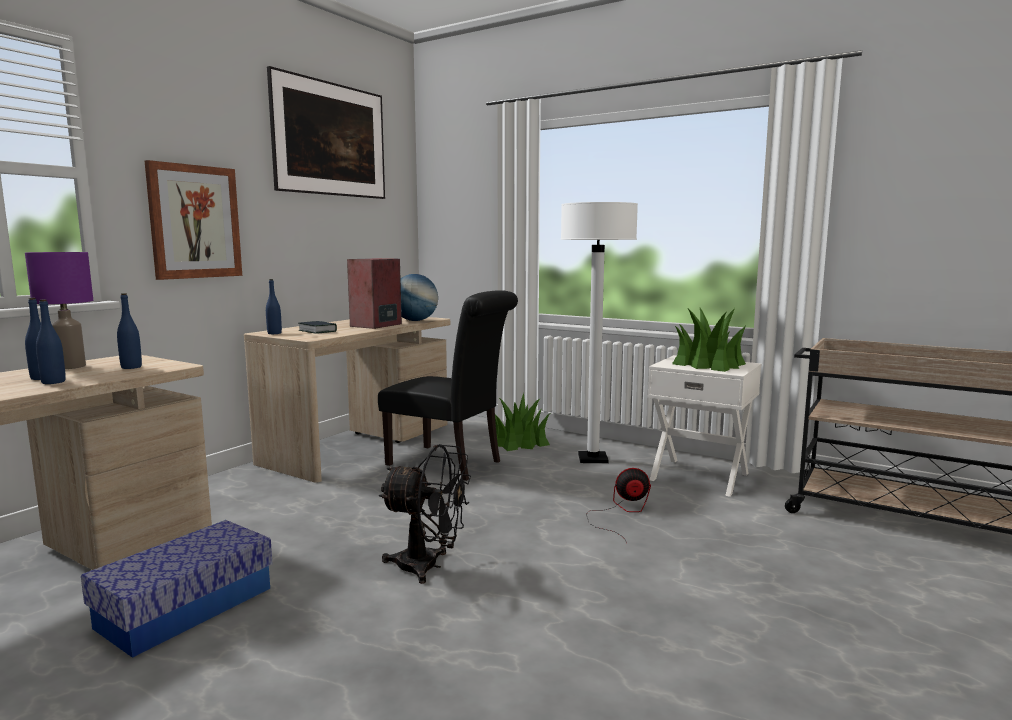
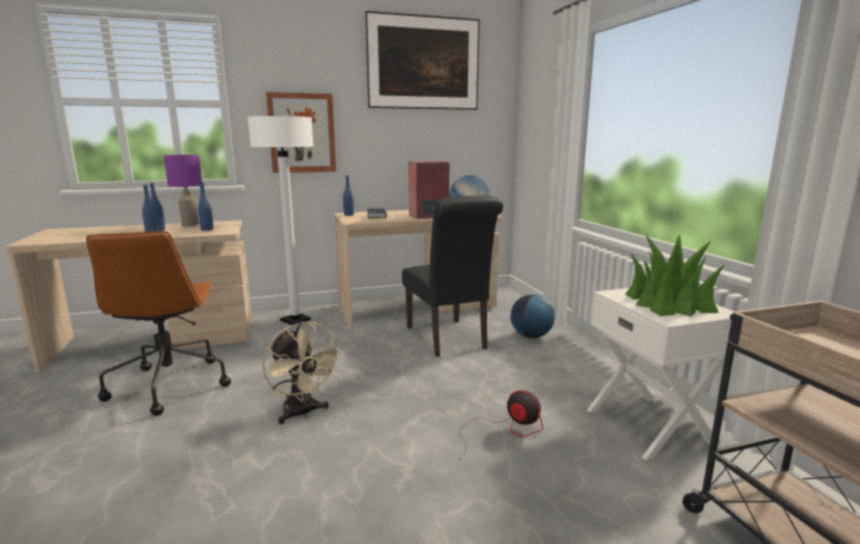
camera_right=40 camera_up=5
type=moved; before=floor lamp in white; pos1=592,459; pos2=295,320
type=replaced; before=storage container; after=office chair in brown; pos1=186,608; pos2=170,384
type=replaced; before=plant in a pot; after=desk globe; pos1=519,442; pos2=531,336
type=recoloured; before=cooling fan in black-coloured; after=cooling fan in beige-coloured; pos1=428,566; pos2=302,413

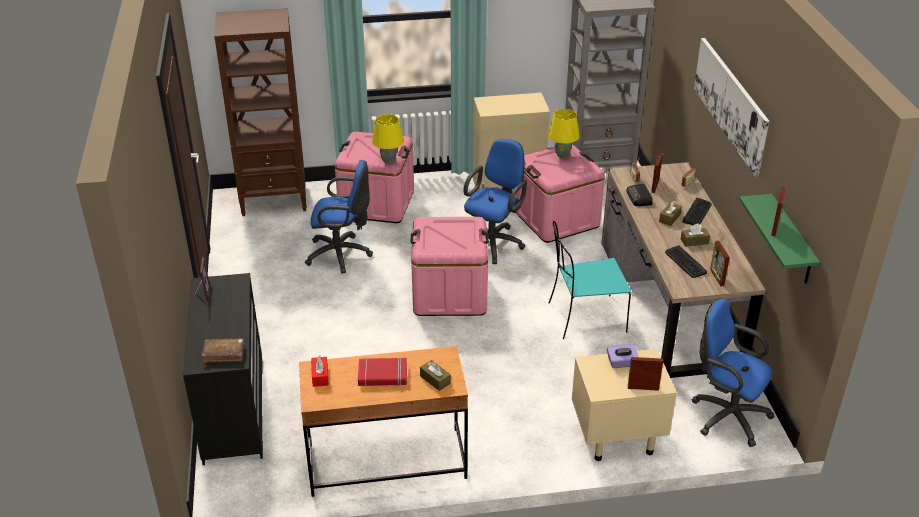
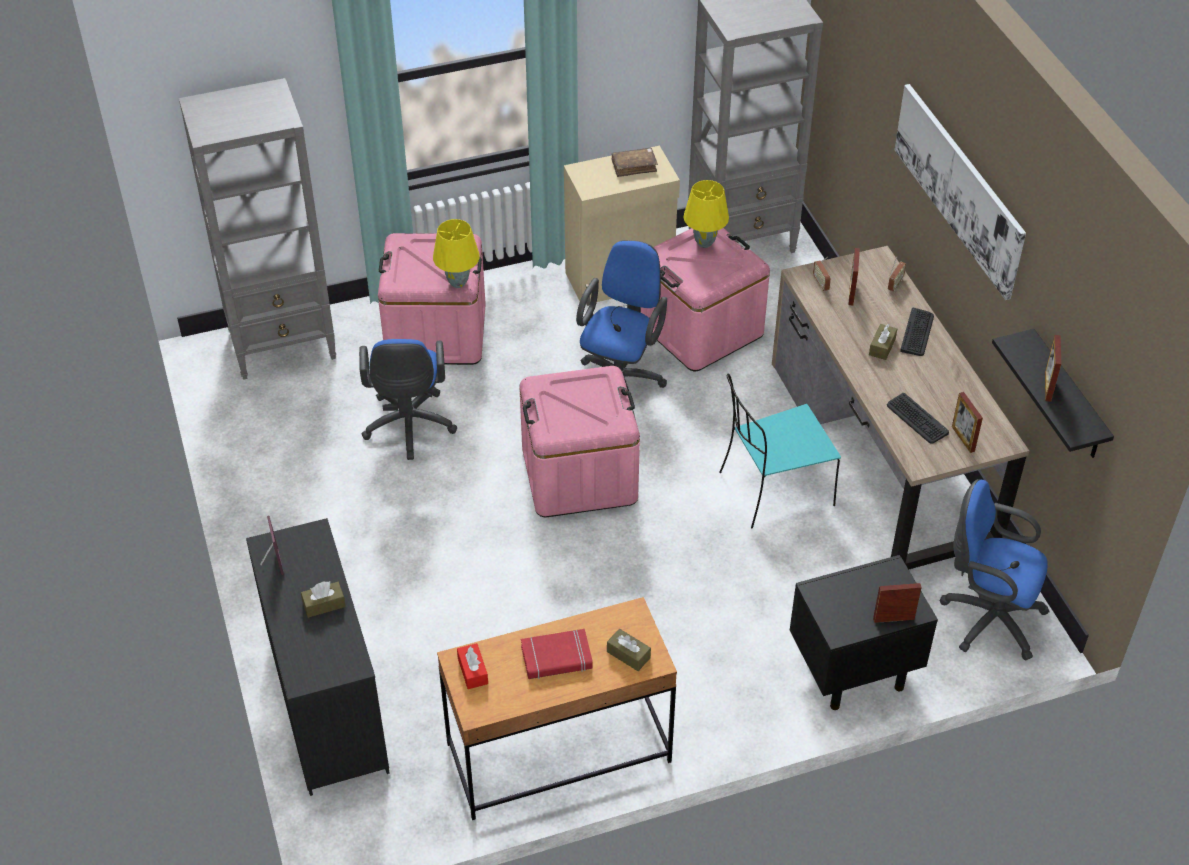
camera_right=-10 camera_up=10
type=removed; before=tissue holder in purplish; pos1=621,363
type=removed; before=radio receiver; pos1=639,198
type=moved; before=book in brown; pos1=224,354; pos2=634,166
type=moved; before=tissue holder in brown; pos1=694,241; pos2=324,604
type=recoloured; before=bookshelf in brown; after=bookshelf in greyish; pos1=275,200; pos2=283,345
type=recoloured; before=bedside table in beige-coloured; after=bedside table in black-coloured; pos1=616,437; pos2=851,671
type=recoloured; before=wall shelf in green; after=wall shelf in black-coloured; pos1=791,241; pos2=1068,398
type=turned; before=office chair in bluish; pos1=342,254; pos2=409,428; turn=90

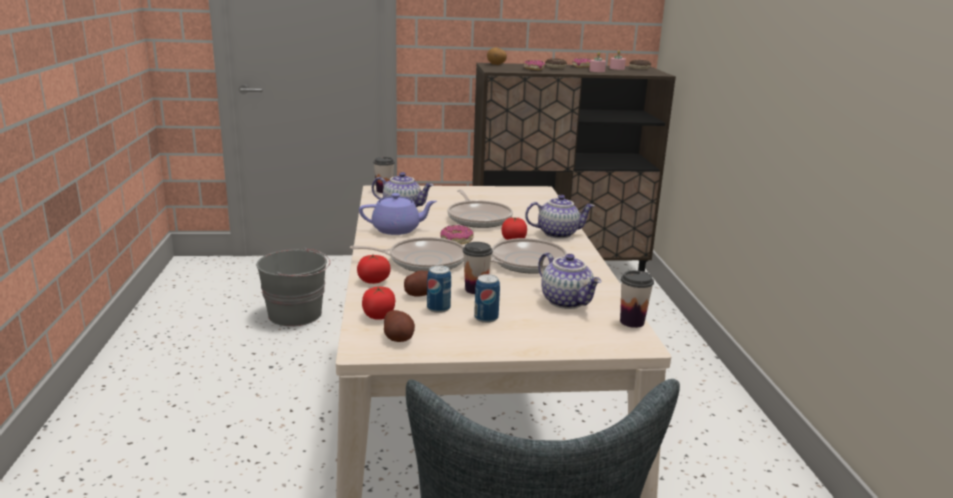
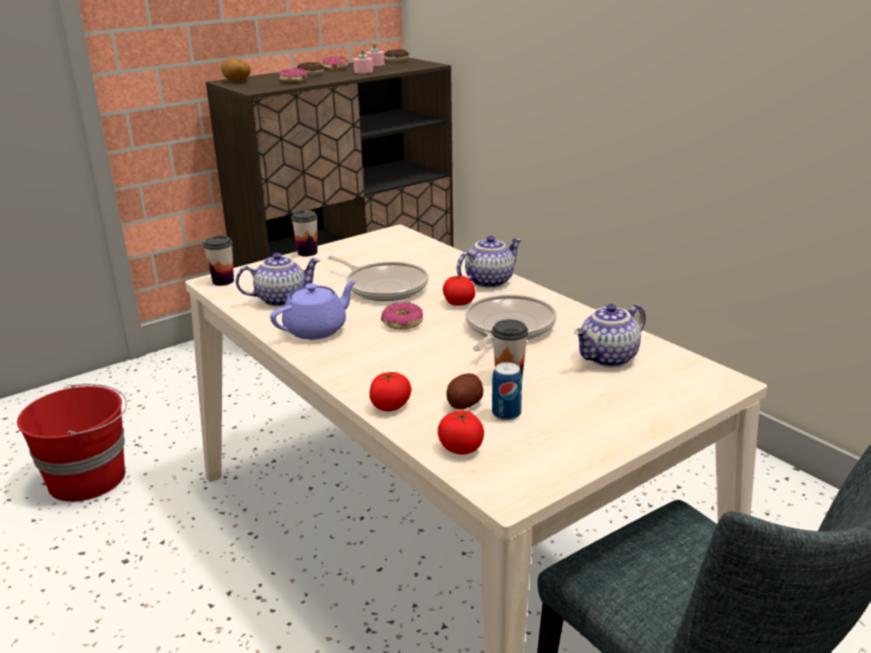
camera_right=-30 camera_up=5
type=removed; before=skillet; pos1=423,261
type=removed; before=potato; pos1=398,338
type=removed; before=metal can; pos1=486,318
type=moved; before=small cup; pos1=632,322; pos2=307,252
type=recoloured; before=water bucket in greyish; after=water bucket in reddish; pos1=296,314; pos2=89,478
type=turned; before=tea pot; pos1=567,301; pos2=609,359; turn=120

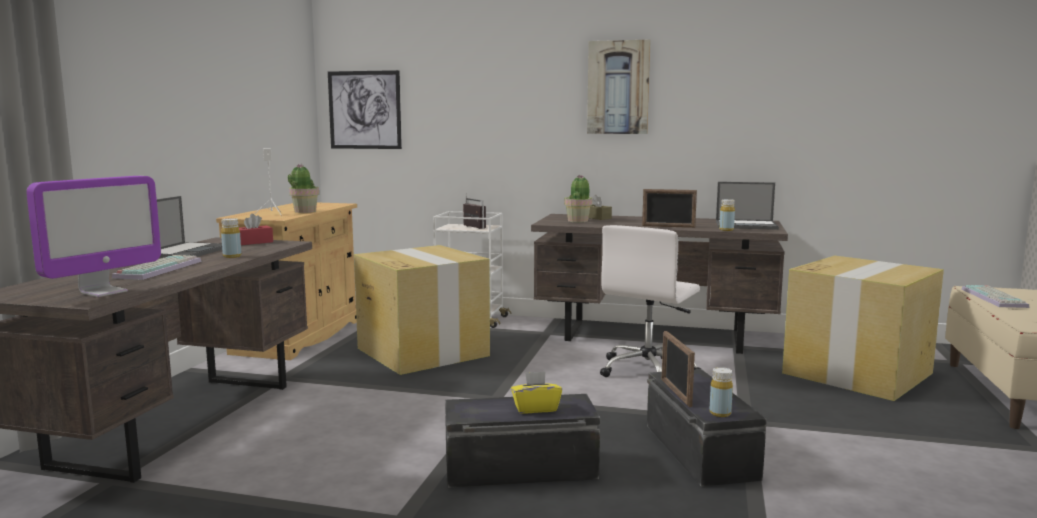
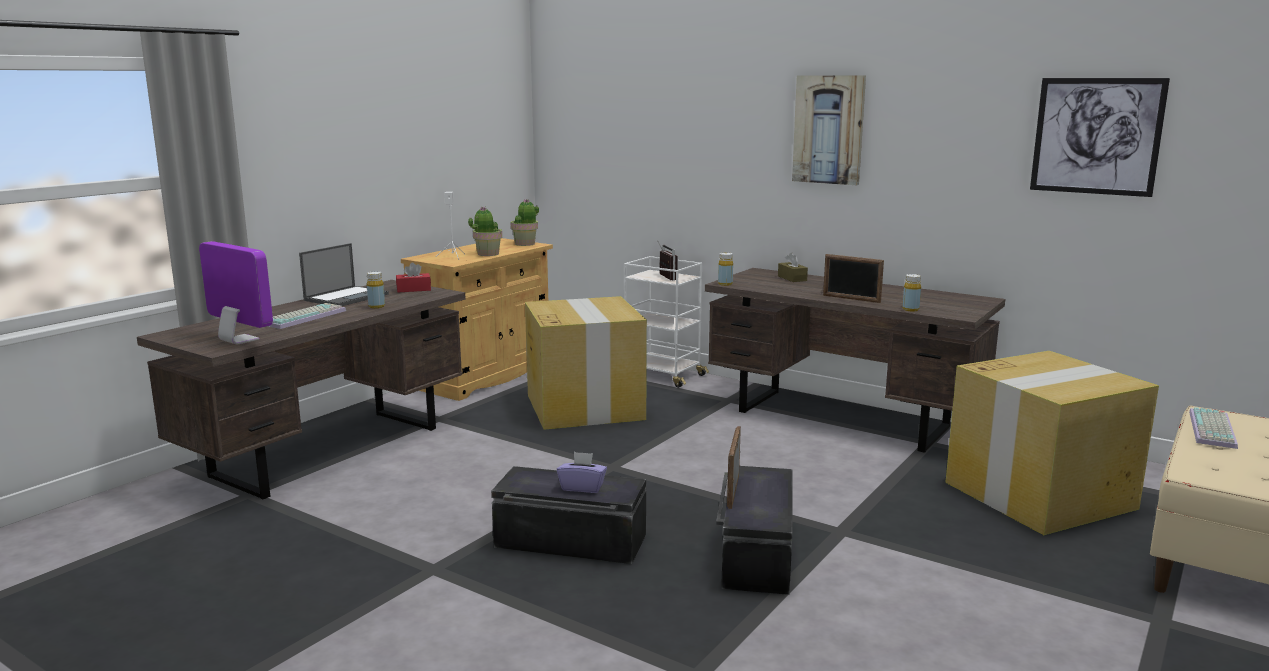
camera_right=20 camera_up=5
type=removed; before=office chair in white; pos1=648,370
type=removed; before=laptop; pos1=747,225
type=moved; before=wall picture; pos1=364,110; pos2=1096,136
type=moved; before=plant in a pot; pos1=578,221; pos2=525,244
type=moved; before=beverage bottle in yellowish; pos1=720,413; pos2=725,284
type=recoloured; before=tissue holder in yellowish; after=tissue holder in purplish; pos1=535,408; pos2=582,487
type=turned; before=computer screen; pos1=103,292; pos2=239,340; turn=-105

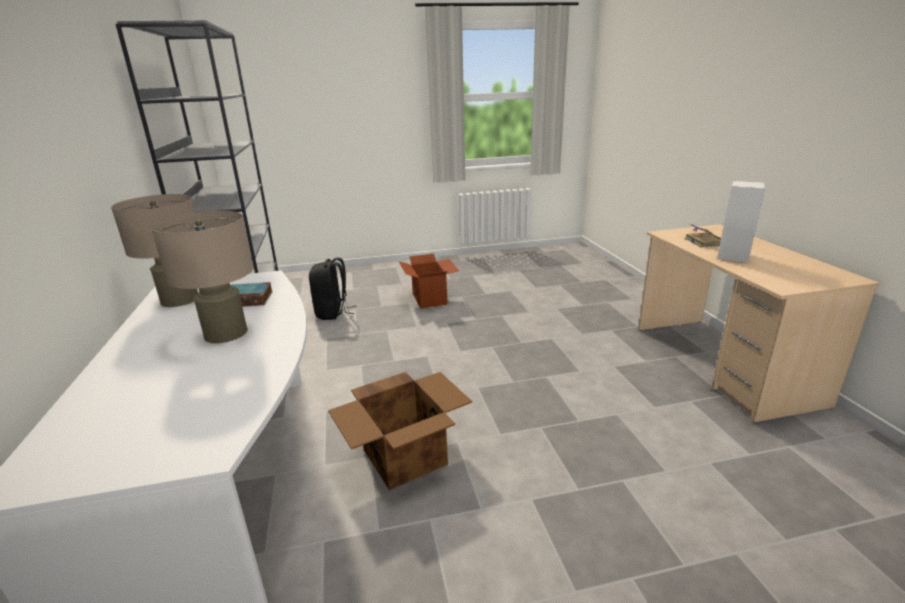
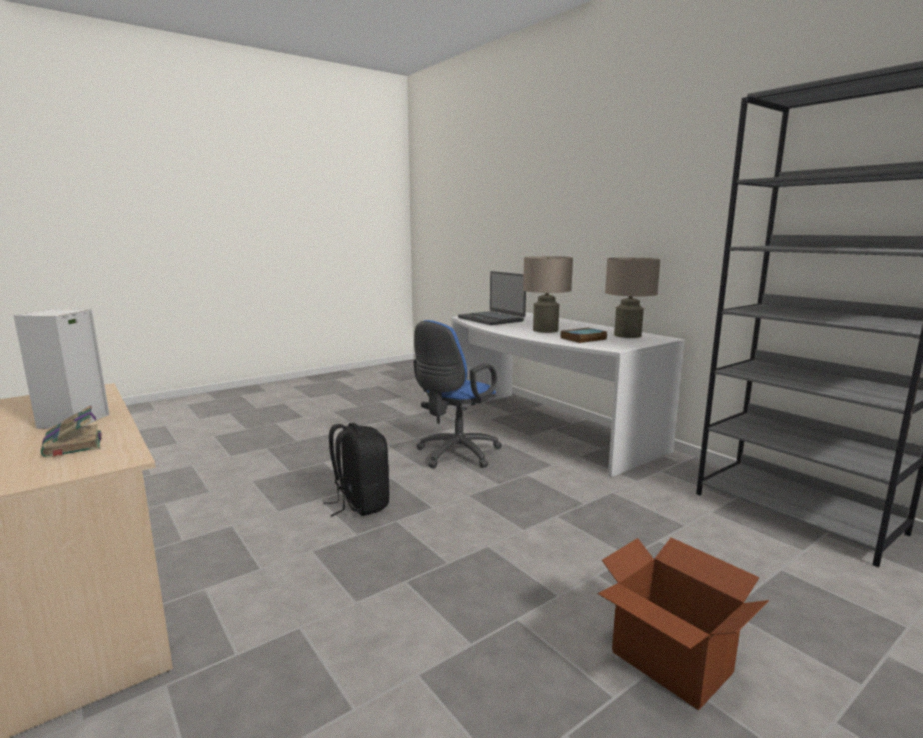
camera_right=155 camera_up=-10
type=added; after=laptop; pos2=491,319
type=moved; before=rucksack in black-coloured; pos1=333,313; pos2=360,504
type=replaced; before=packing box; after=office chair in bluish; pos1=406,456; pos2=455,455

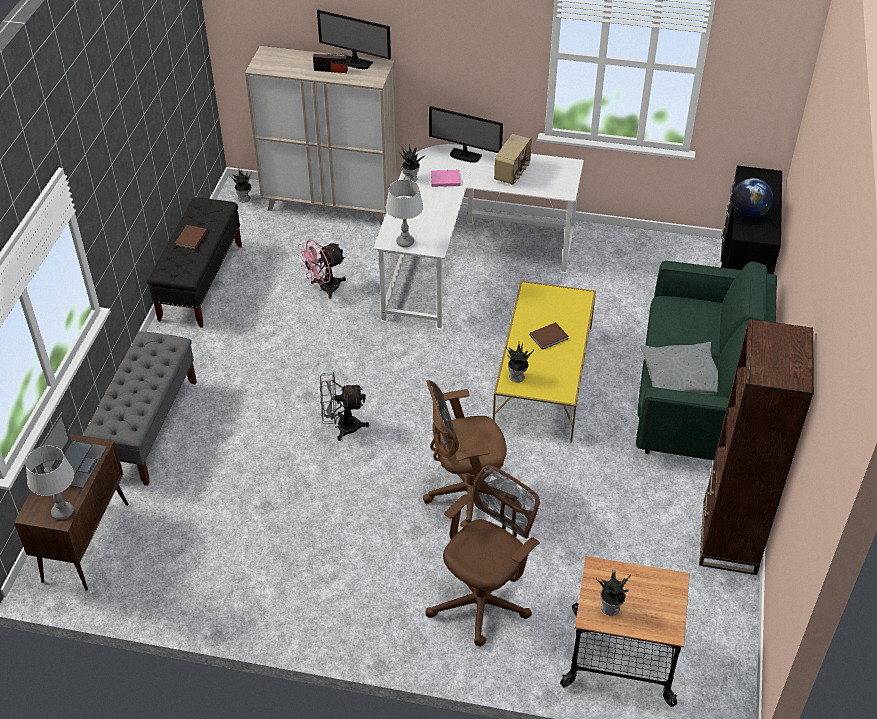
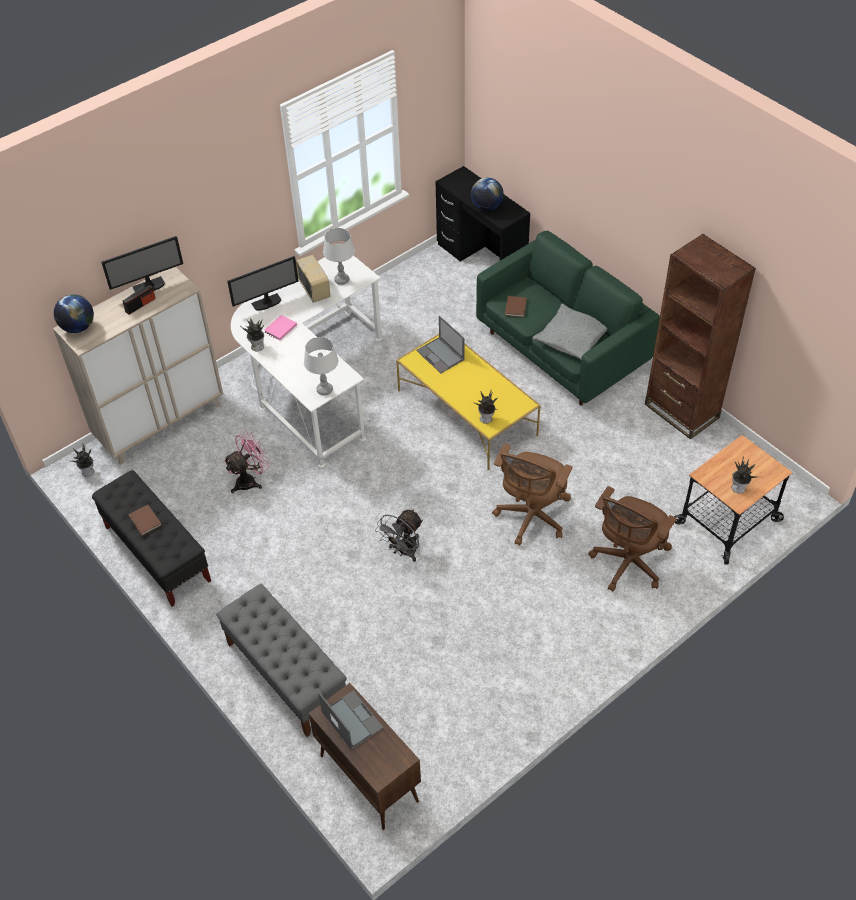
camera_right=-50 camera_up=5
type=added; after=desk globe; pos2=78,327
type=added; after=laptop; pos2=441,355
type=moved; before=table lamp in greyish; pos1=62,512; pos2=342,280
type=moved; before=book in brown; pos1=549,337; pos2=516,307
type=turned; before=cooling fan in pink-coloured; pos1=324,288; pos2=250,480; turn=-135
type=turned; before=office chair in brown; pos1=484,600; pos2=627,564; turn=-135

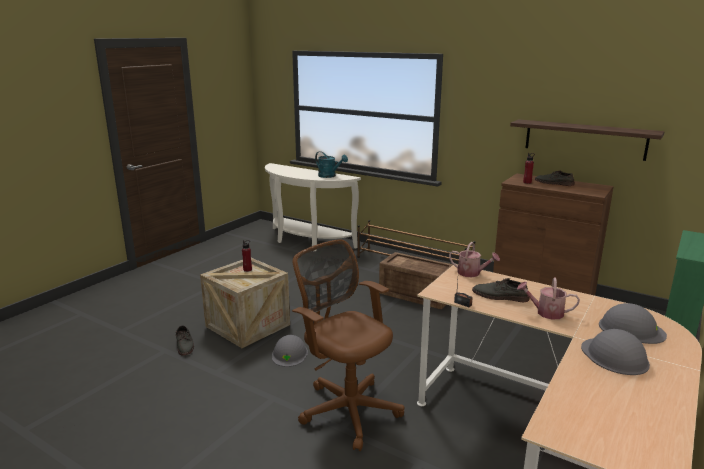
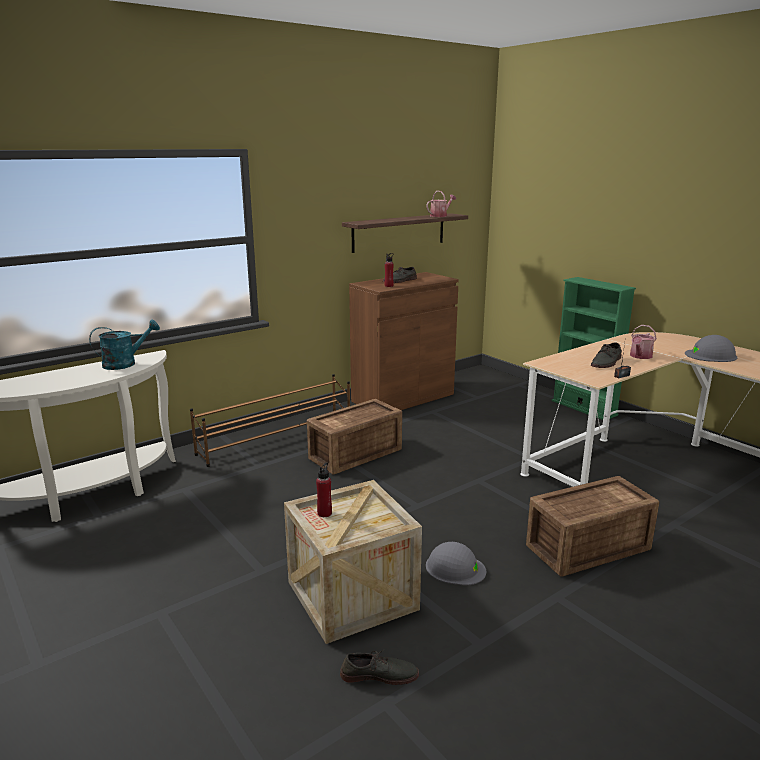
camera_right=-70 camera_up=0
type=removed; before=work helmet in greyish; pos1=631,329
type=moved; before=watering can; pos1=472,273; pos2=440,215
type=replaced; before=office chair in brown; after=crate; pos1=347,408; pos2=585,547

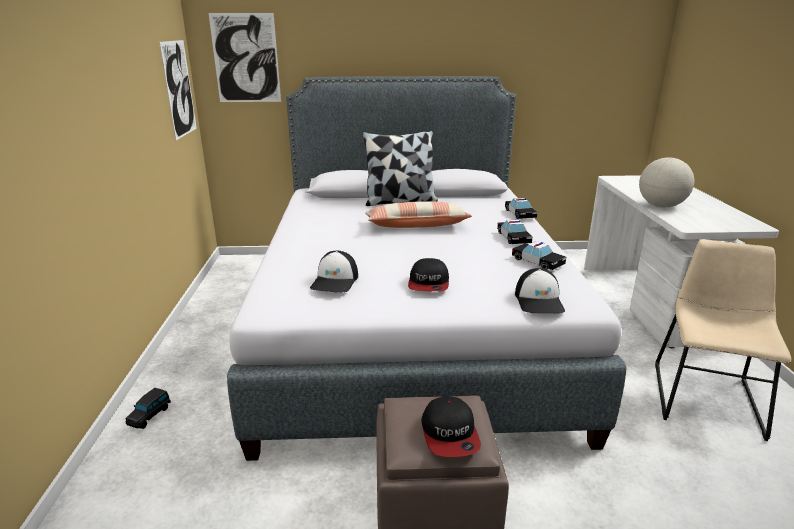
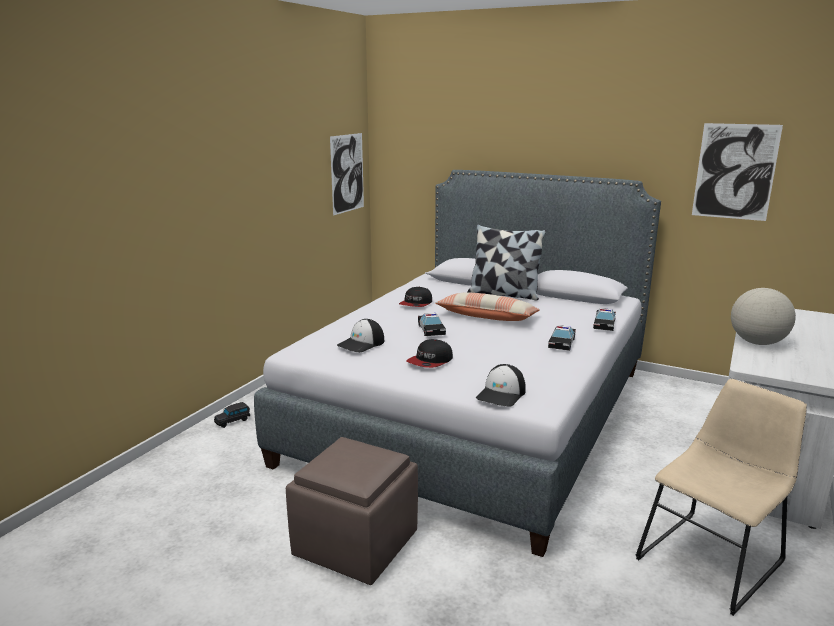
camera_right=30 camera_up=-5
type=moved; before=wall picture; pos1=246,58; pos2=735,172
type=moved; before=cap; pos1=450,434; pos2=416,304
type=moved; before=model car; pos1=537,262; pos2=431,330

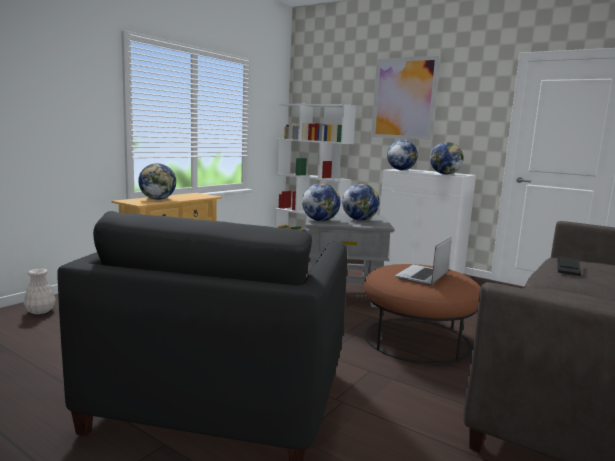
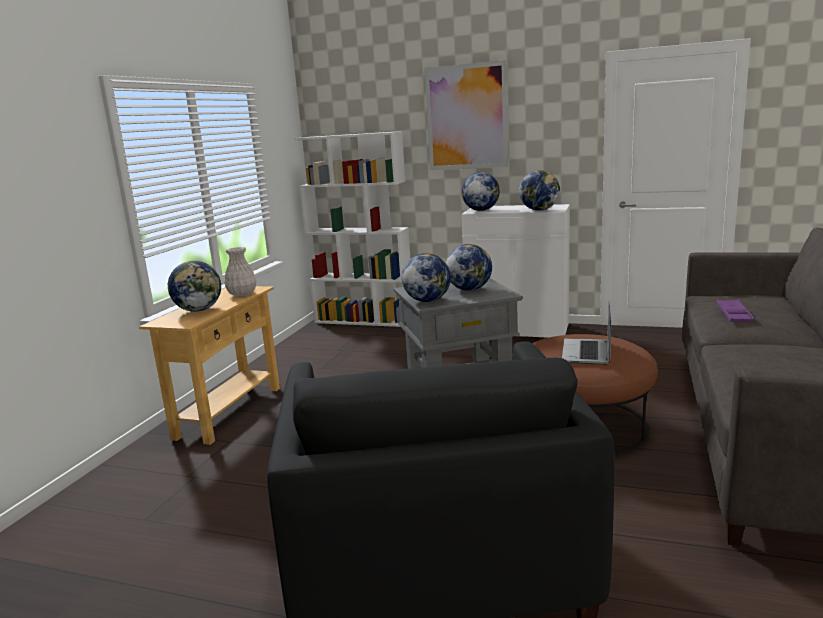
camera_right=-15 camera_up=5
type=moved; before=decorative vase in white; pos1=40,311; pos2=242,294
type=recoloured; before=serving tray in black-coloured; after=serving tray in purplish; pos1=567,269; pos2=734,314

